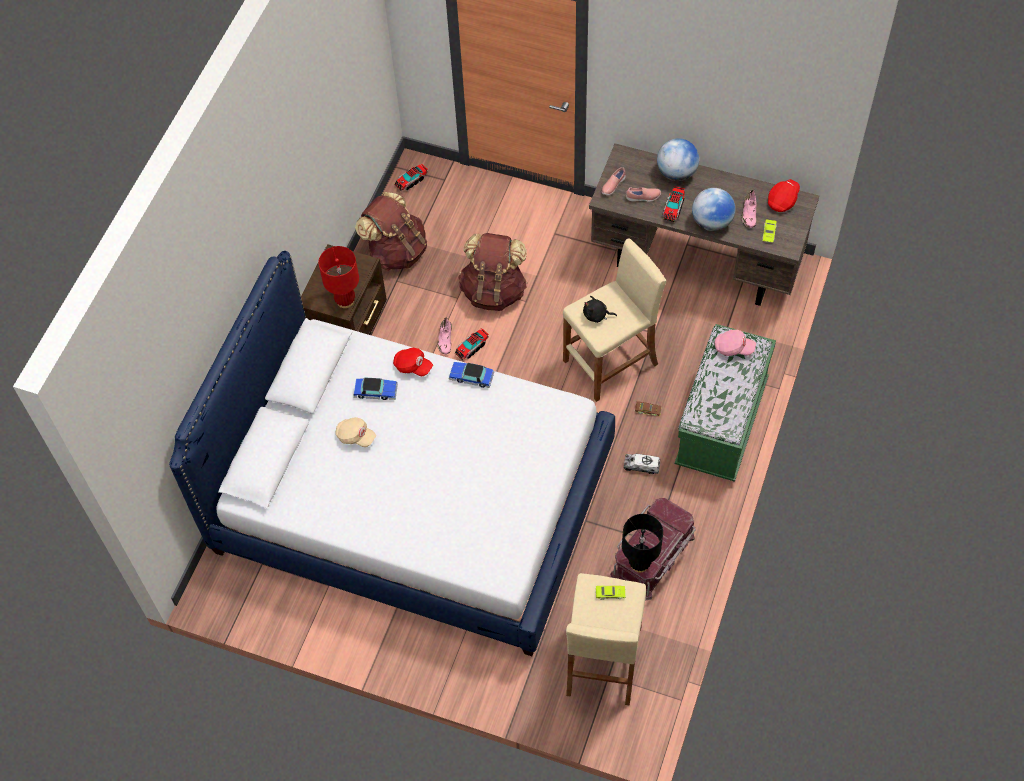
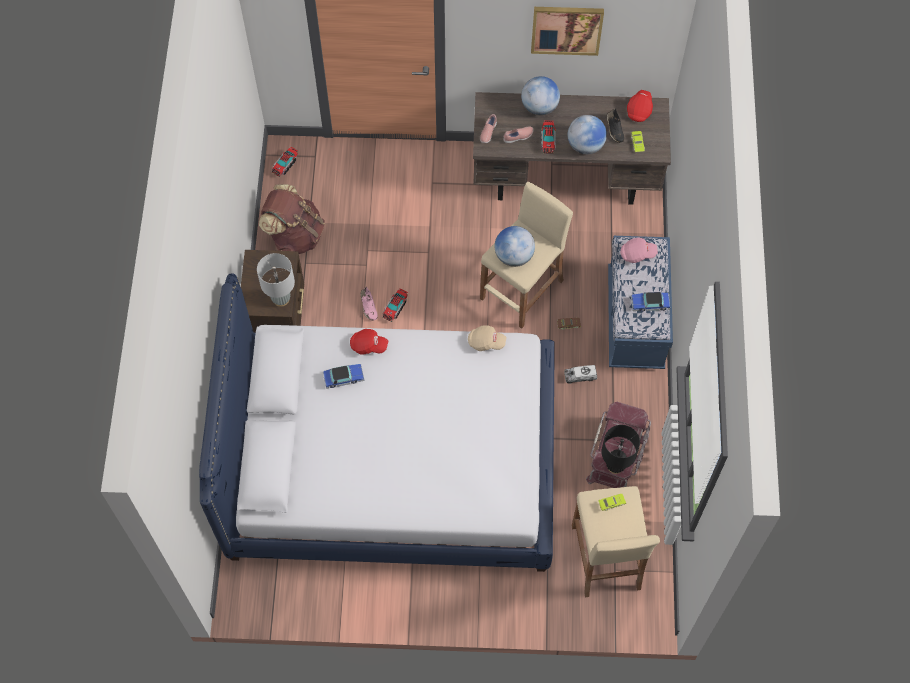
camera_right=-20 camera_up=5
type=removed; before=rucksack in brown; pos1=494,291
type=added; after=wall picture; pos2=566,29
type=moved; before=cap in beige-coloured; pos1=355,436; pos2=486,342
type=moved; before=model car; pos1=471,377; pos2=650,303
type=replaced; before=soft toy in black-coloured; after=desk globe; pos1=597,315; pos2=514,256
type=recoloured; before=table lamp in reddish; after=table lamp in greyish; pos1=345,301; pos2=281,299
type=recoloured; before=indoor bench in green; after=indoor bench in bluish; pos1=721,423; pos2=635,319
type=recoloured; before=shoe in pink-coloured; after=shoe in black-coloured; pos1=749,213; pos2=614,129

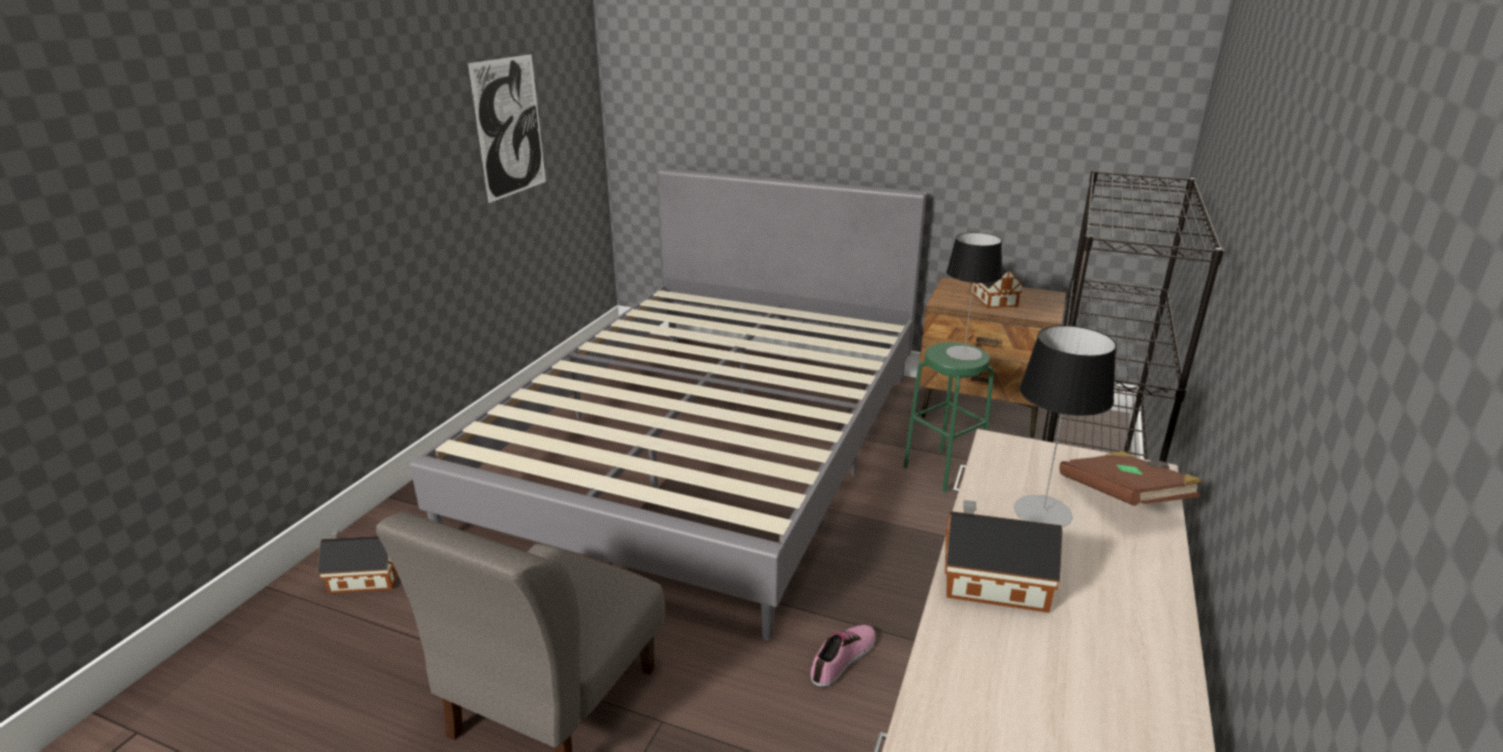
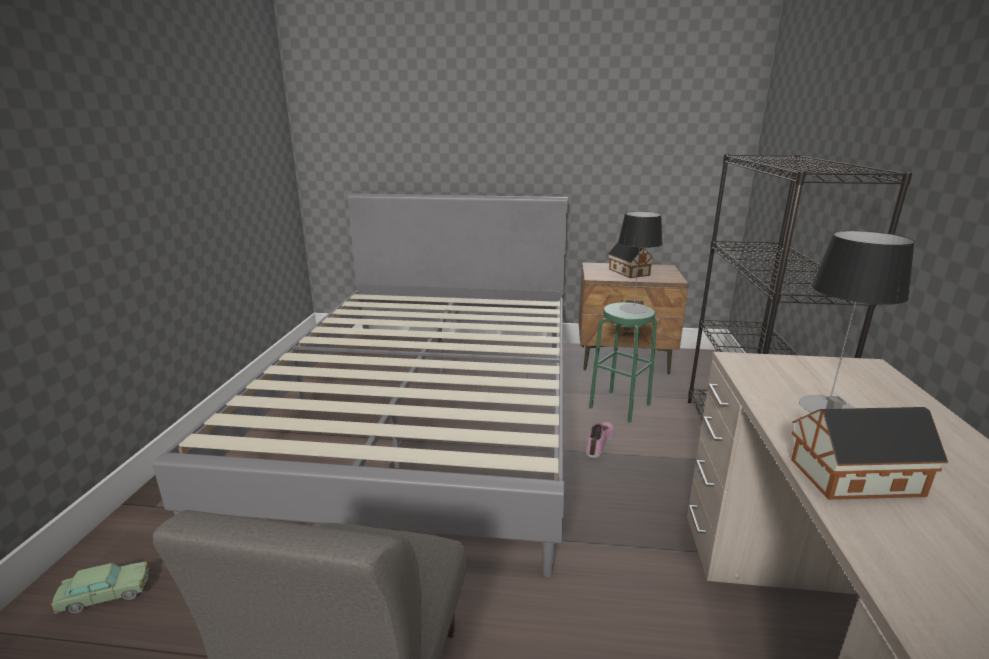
camera_right=-15 camera_up=-5
type=removed; before=wall picture; pos1=510,127
type=removed; before=book in brown; pos1=1123,498
type=moved; before=shoe; pos1=843,659; pos2=600,442
type=replaced; before=miniature house; after=model car; pos1=363,577; pos2=105,595

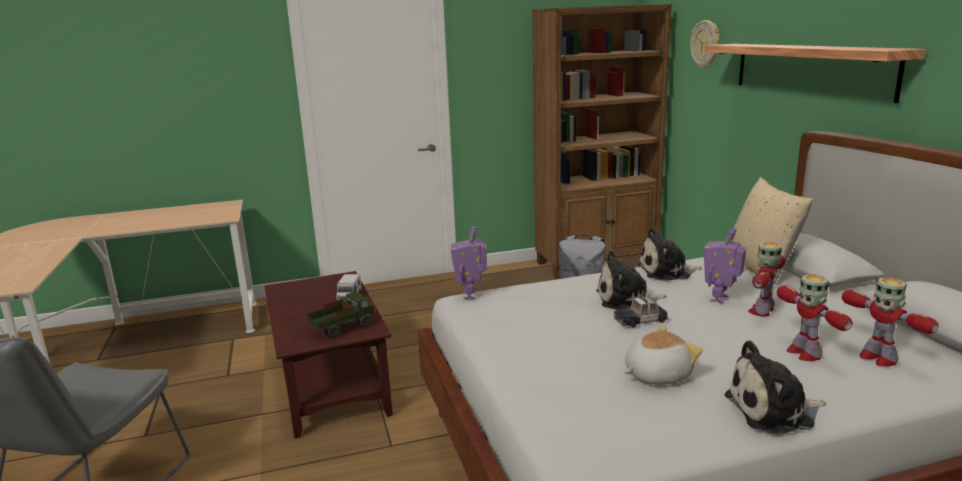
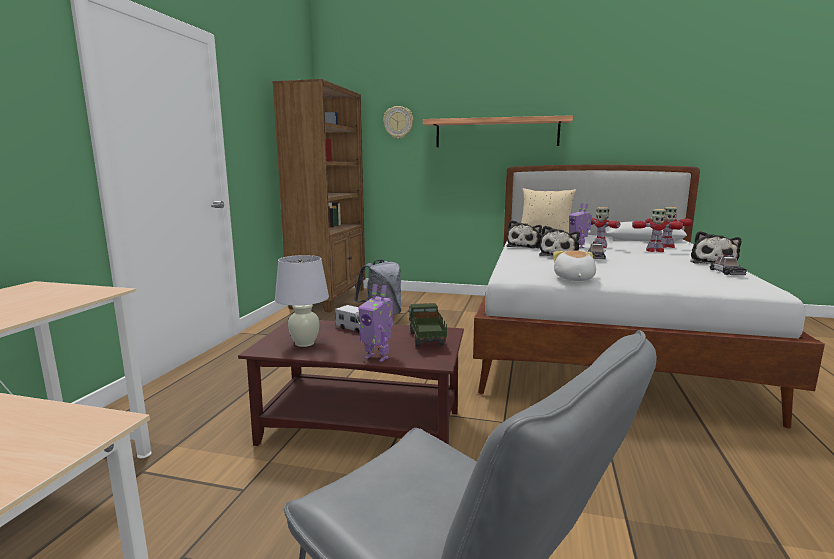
camera_right=-60 camera_up=-5
type=added; after=table lamp in white; pos2=304,343
type=added; after=model car; pos2=726,272
type=moved; before=model robot; pos1=471,295; pos2=377,357
type=moved; before=soft toy; pos1=656,375; pos2=573,279

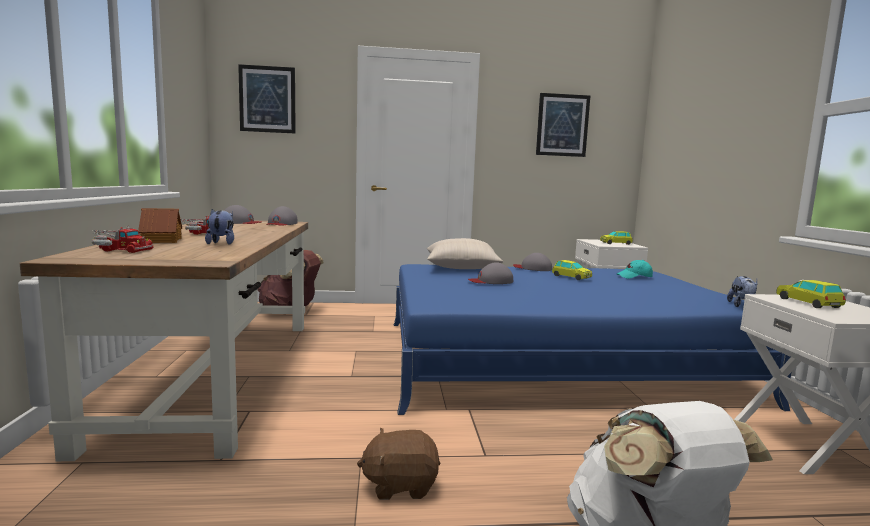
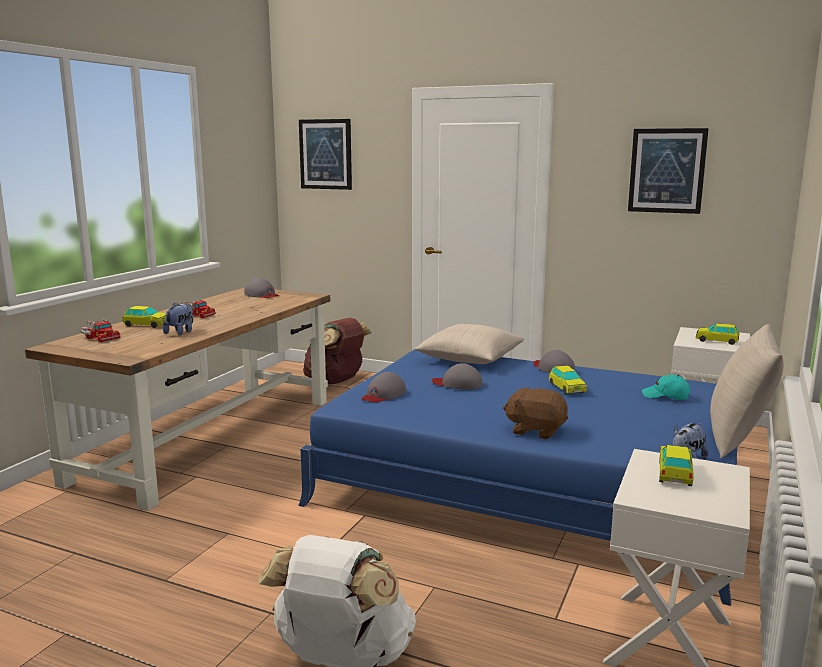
camera_right=30 camera_up=5
type=added; after=cushion in beige-coloured; pos2=738,439
type=moved; before=cap in greyish; pos1=281,224; pos2=383,394
type=moved; before=soft toy in brown; pos1=400,485; pos2=536,430
type=replaced; before=miniature house; after=model car; pos1=161,240; pos2=146,325

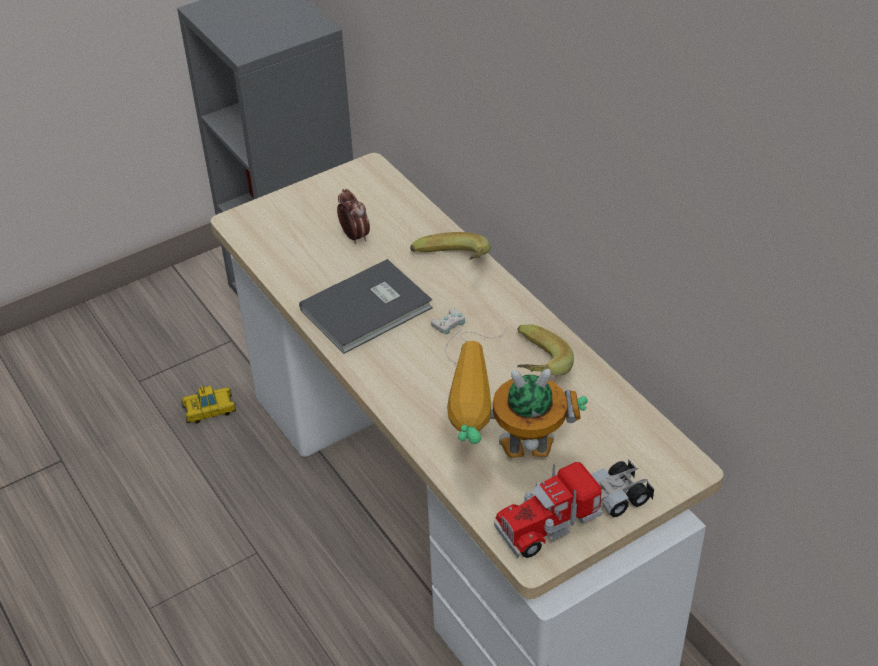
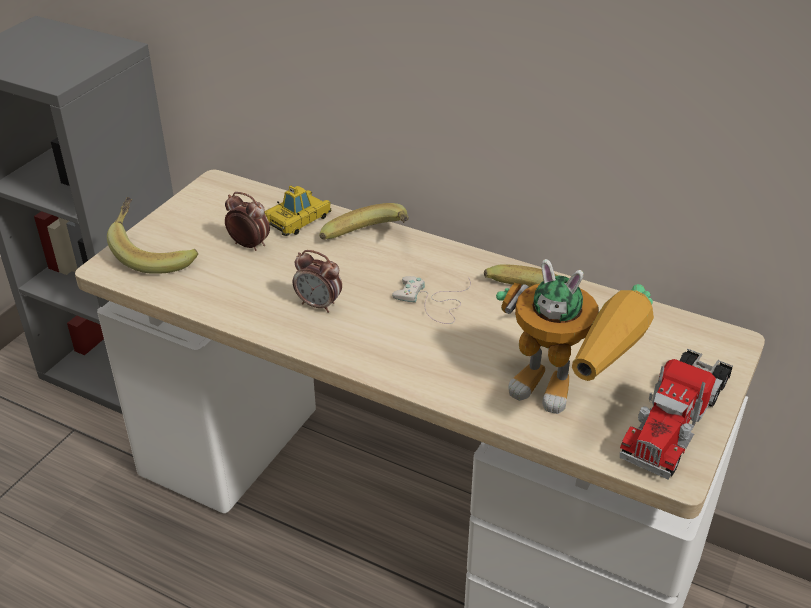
camera_right=-30 camera_up=-5
type=added; after=banana; pos2=154,253
type=moved; before=model car; pos1=209,409; pos2=298,219
type=replaced; before=book in greyish; after=table clock; pos1=369,310; pos2=319,305
type=turned; before=model robot; pos1=504,460; pos2=569,395; turn=-120

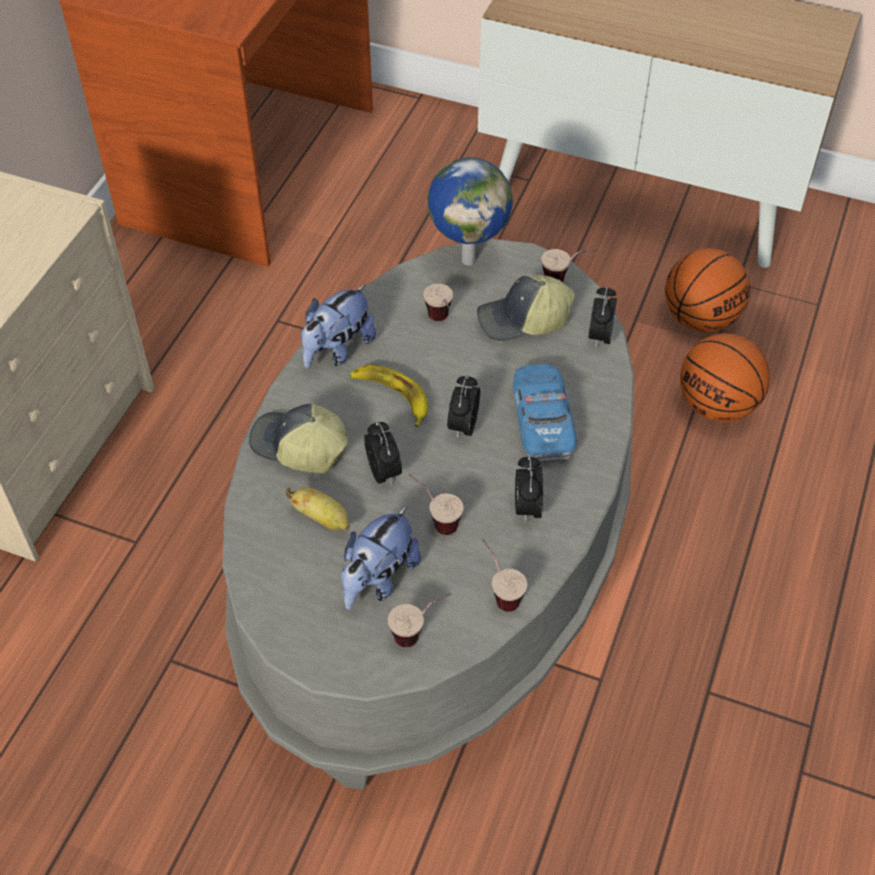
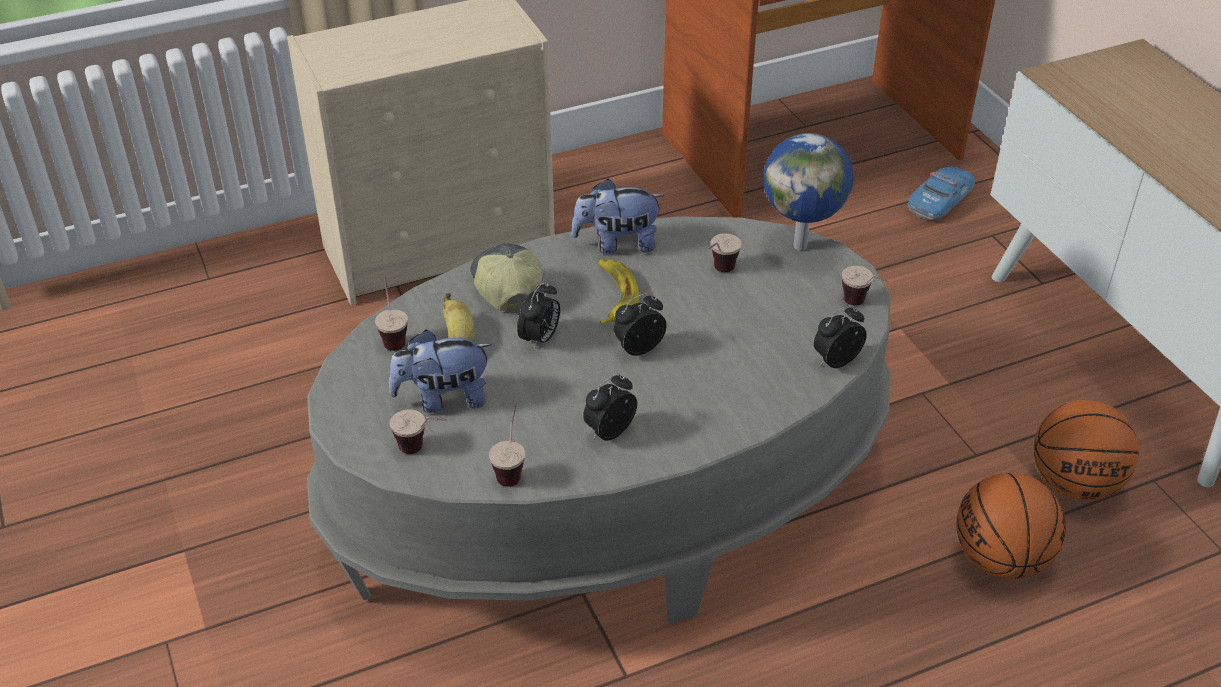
camera_right=45 camera_up=-10
type=removed; before=cap; pos1=523,321
type=moved; before=small cup; pos1=434,520; pos2=393,335
type=moved; before=model car; pos1=542,419; pos2=940,200

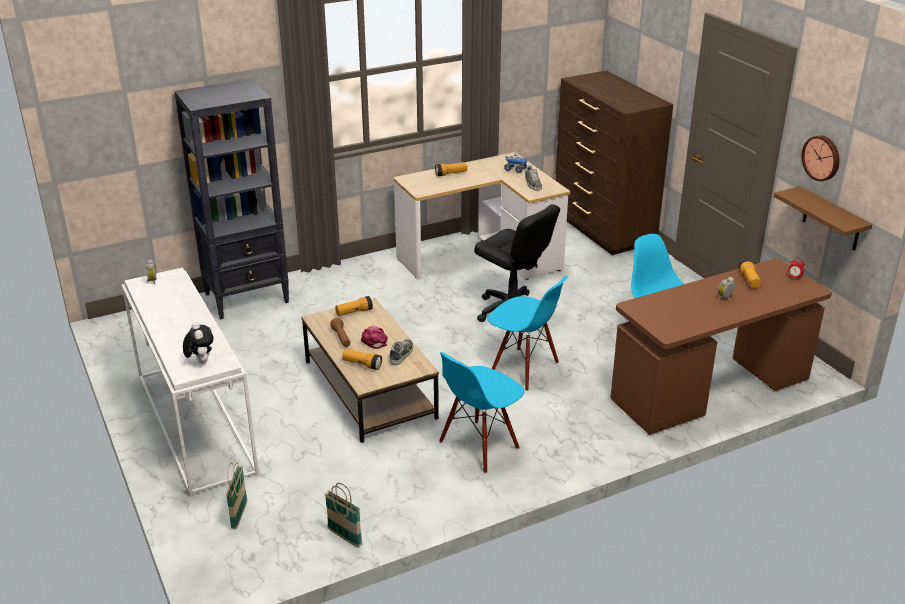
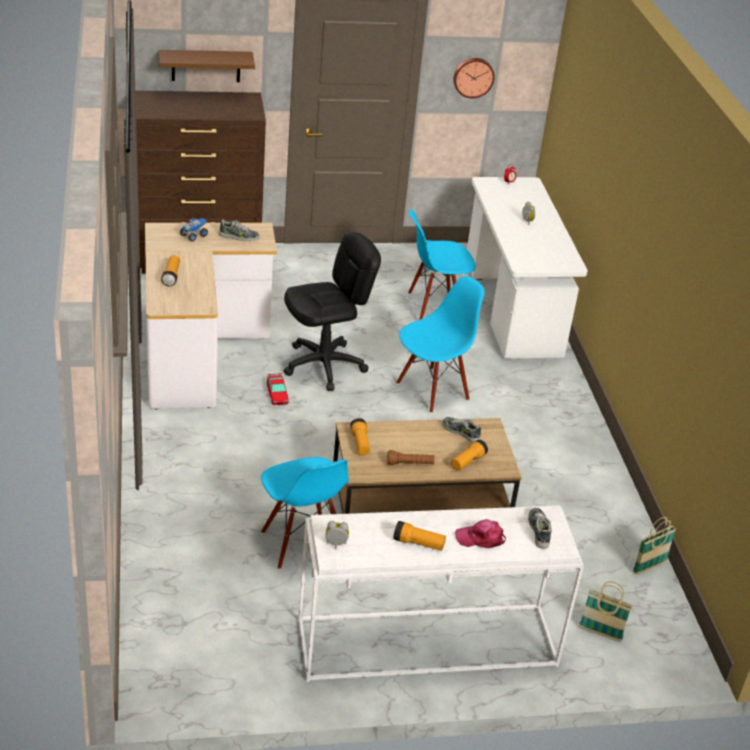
camera_right=-75 camera_up=5
type=removed; before=bookshelf in black-coloured; pos1=247,298
type=added; after=model car; pos2=277,394
type=moved; before=cap in pink-coloured; pos1=374,339; pos2=481,538
type=moved; before=plain chair in bluish; pos1=479,446; pos2=302,542
type=moved; before=hand torch; pos1=749,280; pos2=418,543
type=moved; before=wall shelf in brown; pos1=831,220; pos2=206,65
type=replaced; before=soft toy; after=shoe; pos1=200,361; pos2=539,531
type=recoloured; before=desk table in brown; after=desk table in white; pos1=710,390; pos2=512,307

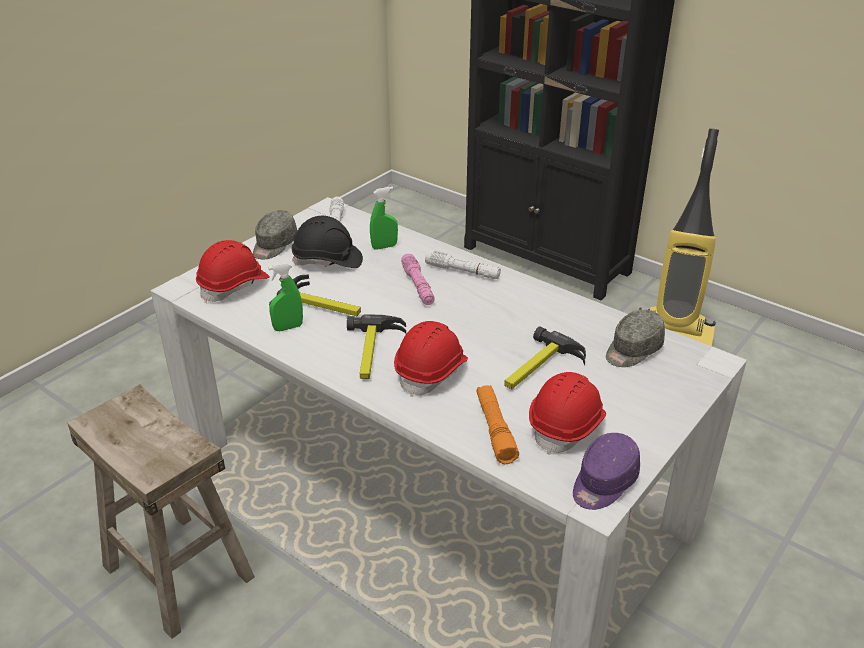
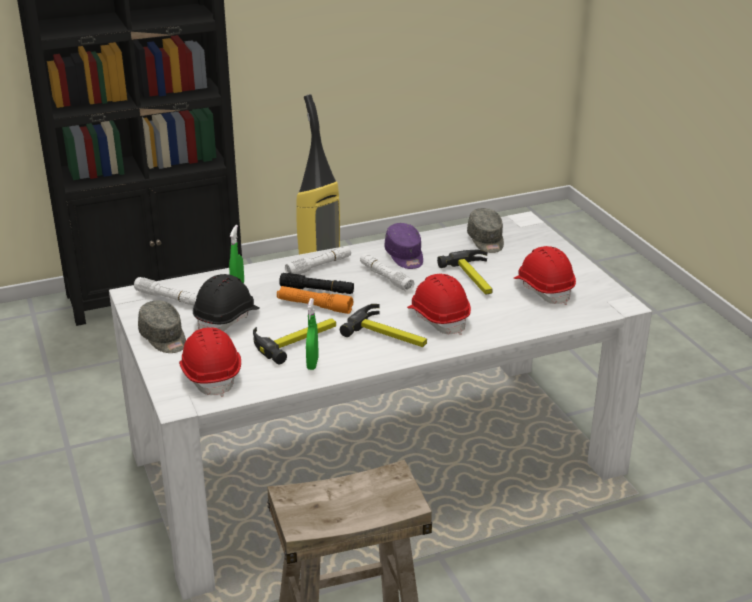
camera_right=-60 camera_up=-5
type=added; after=hand torch in white; pos2=385,277
type=moved; before=hand torch in orange; pos1=495,429; pos2=314,306
type=moved; before=cap in purplish; pos1=603,483; pos2=405,256
type=recoloured; before=hand torch in pink-coloured; after=hand torch in black-coloured; pos1=418,286; pos2=317,290

